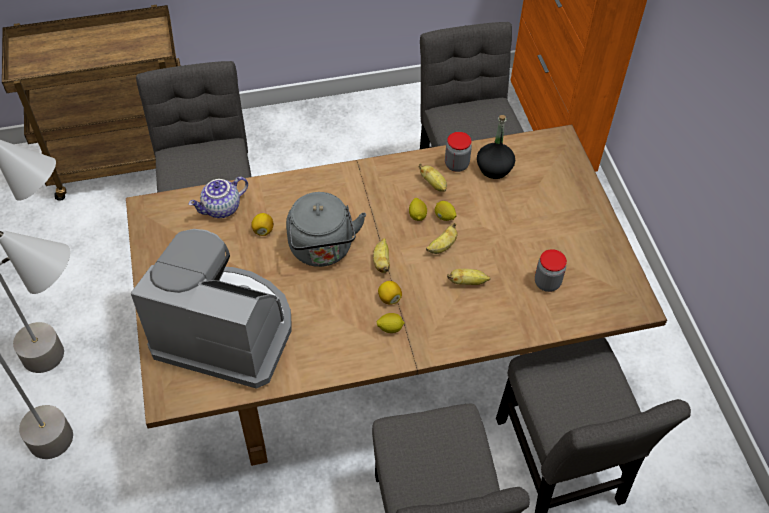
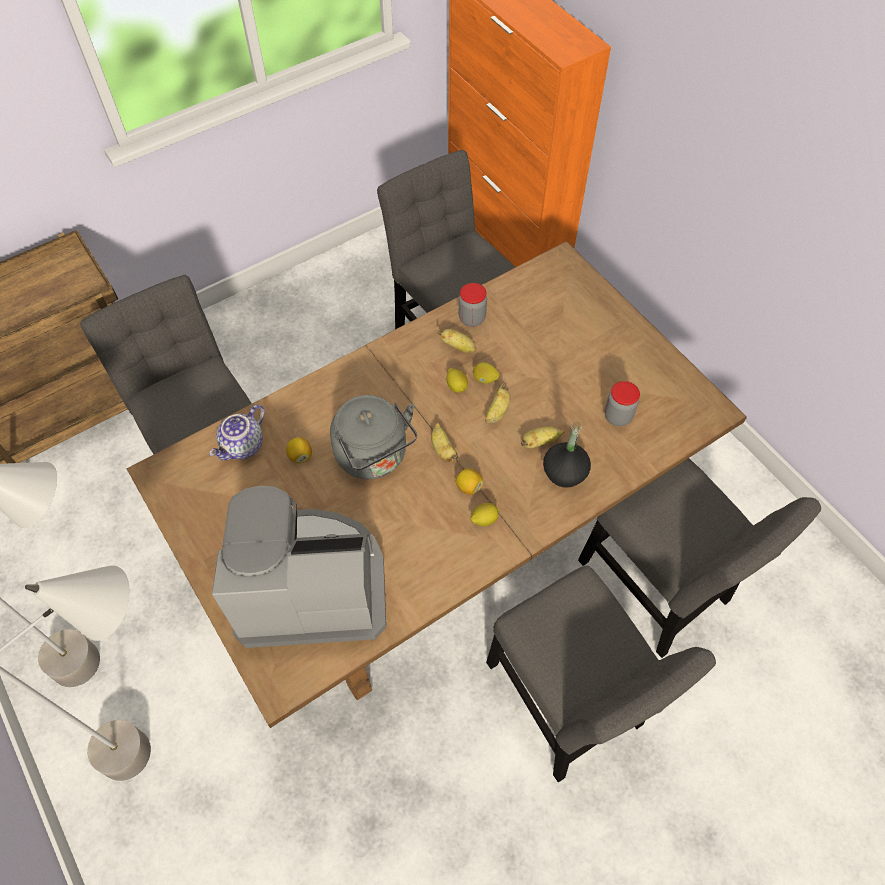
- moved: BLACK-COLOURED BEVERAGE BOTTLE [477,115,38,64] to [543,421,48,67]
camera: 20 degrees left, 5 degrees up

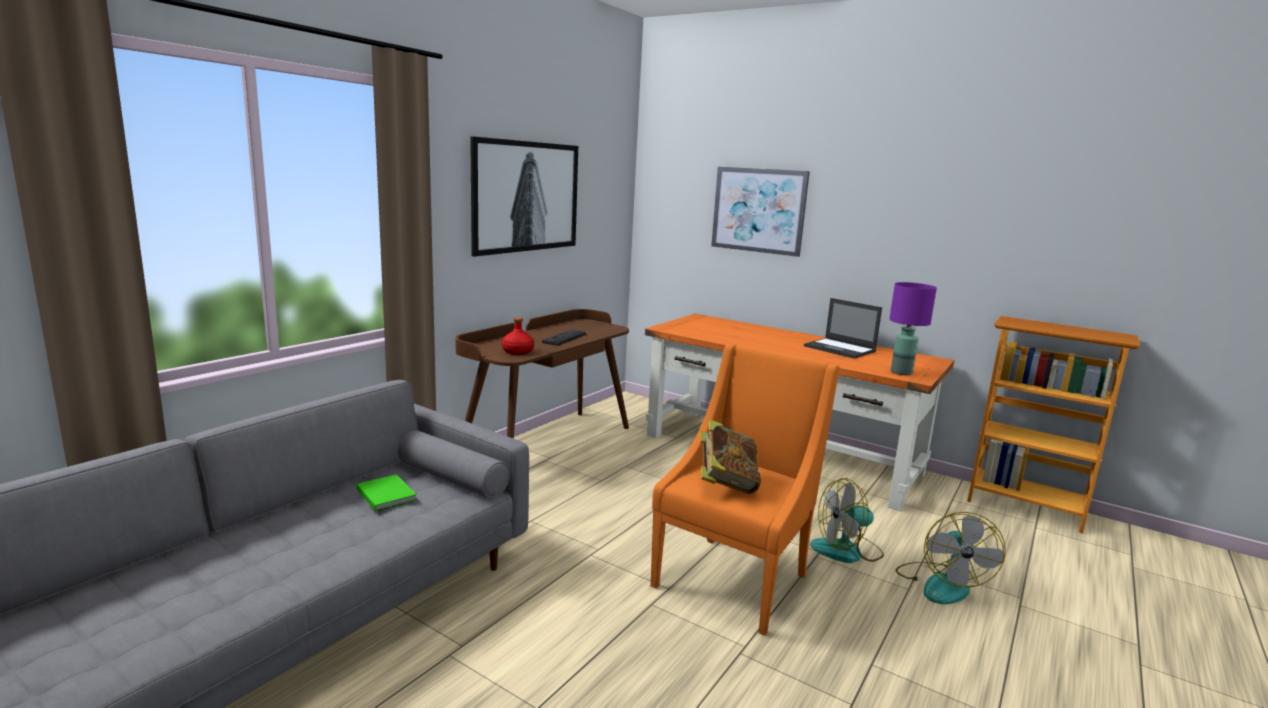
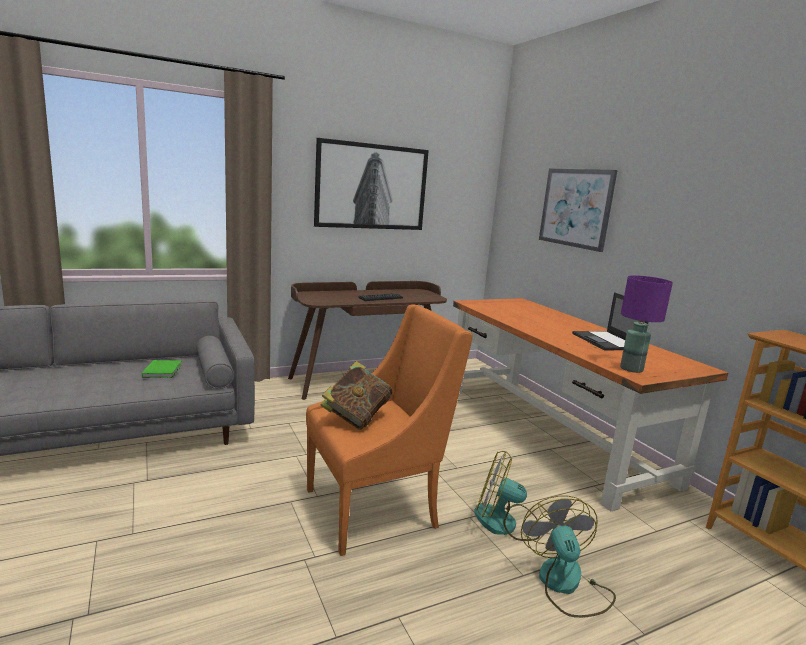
- turned: FAN [896,512,110,92] = [521,495,95,123] 135 degrees clockwise
- removed: RED-COLOURED BEVERAGE BOTTLE [502,317,32,38]
camera: 30 degrees right, 0 degrees up

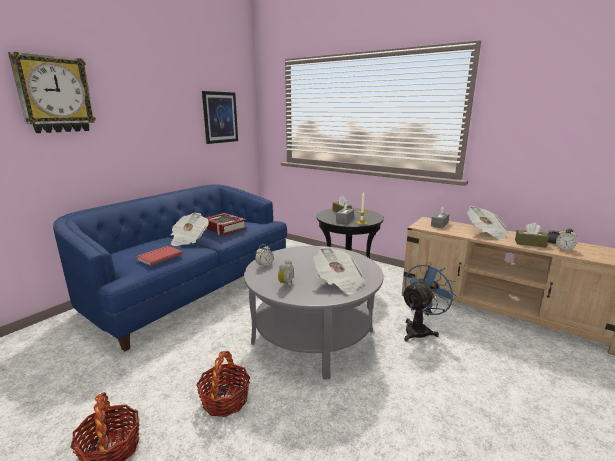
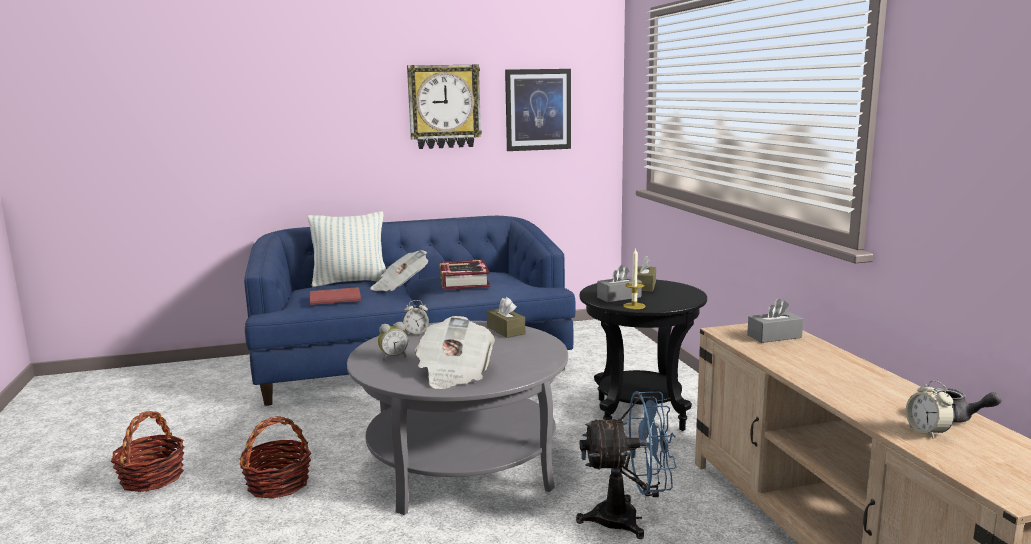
- added: THROW PILLOW [308,211,78,76]
- moved: WALL CLOCK [8,52,88,81] to [407,64,75,85]
- moved: BROWN-COLOURED TISSUE BOX [515,222,34,25] to [487,297,38,41]
- removed: DAILY PAPER [467,206,42,34]
camera: 40 degrees right, 5 degrees down

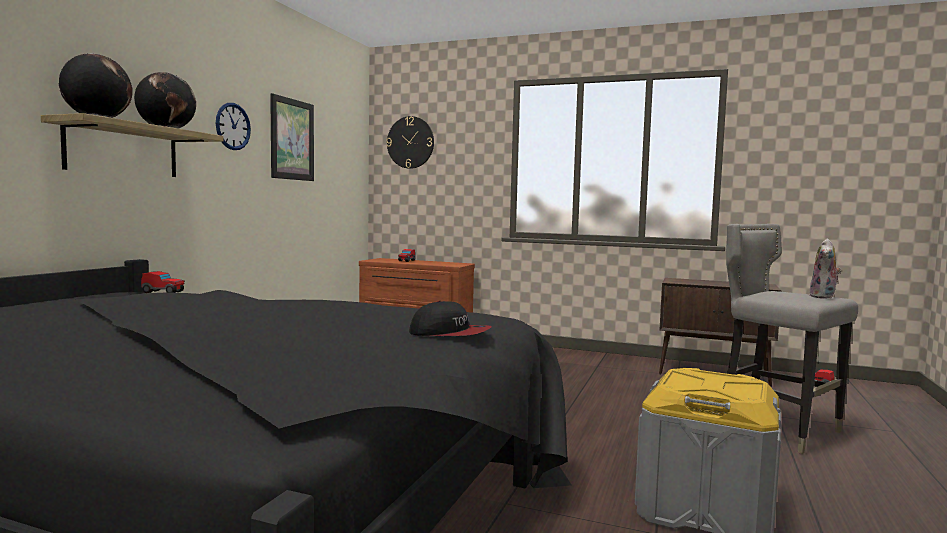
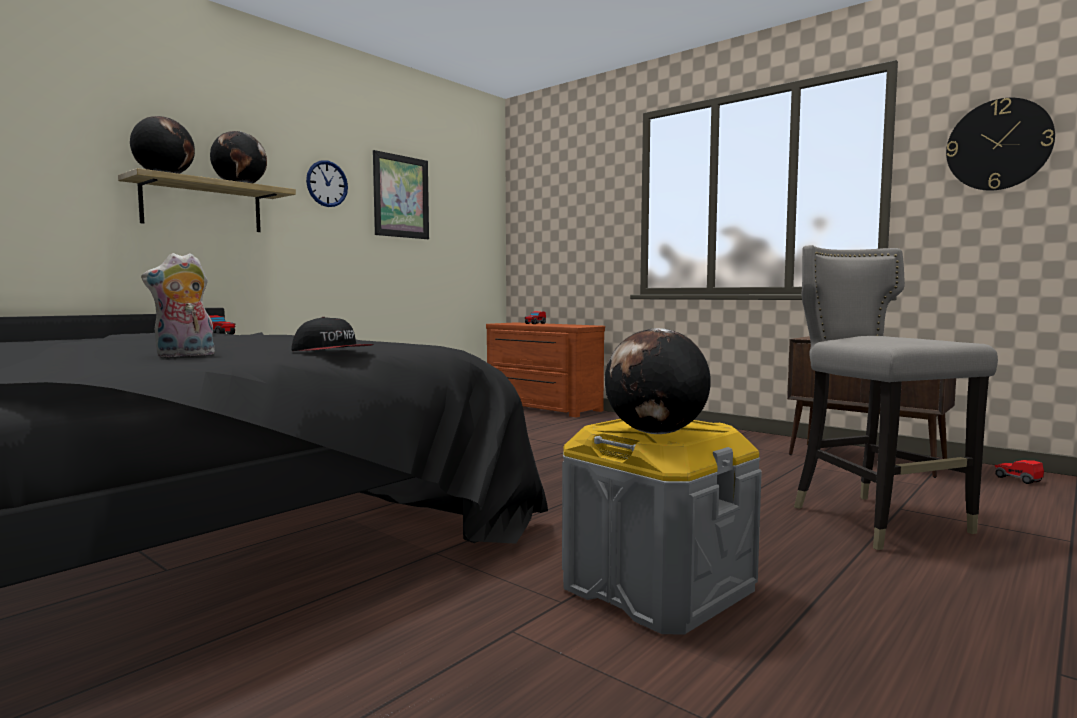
- moved: PLUSH TOY [810,239,32,60] to [141,253,74,104]
- added: GLOBE [605,328,106,106]
- moved: WALL CLOCK [386,116,48,53] to [946,98,109,93]
camera: 20 degrees right, 0 degrees up

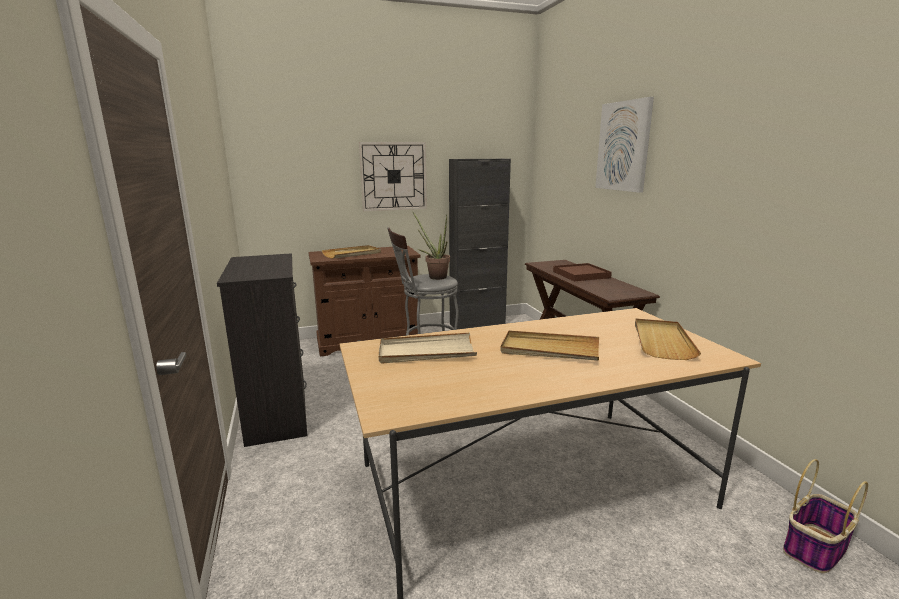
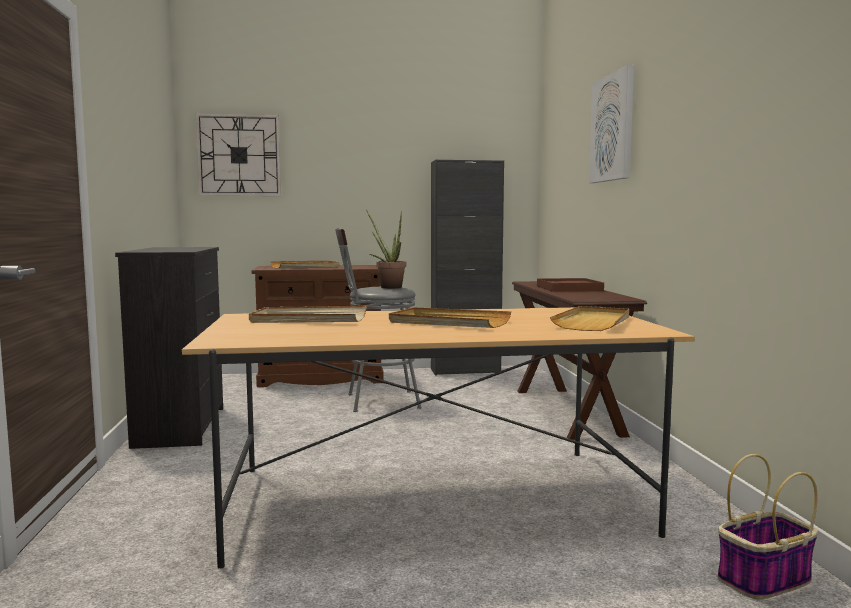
- moved: WALL CLOCK [359,142,68,69] to [195,113,86,83]
camera: 10 degrees right, 10 degrees down

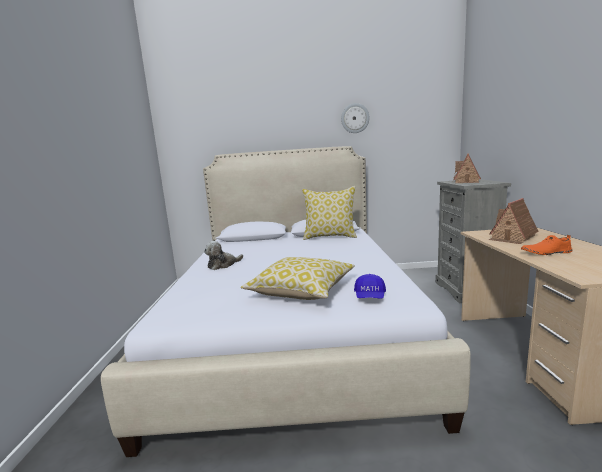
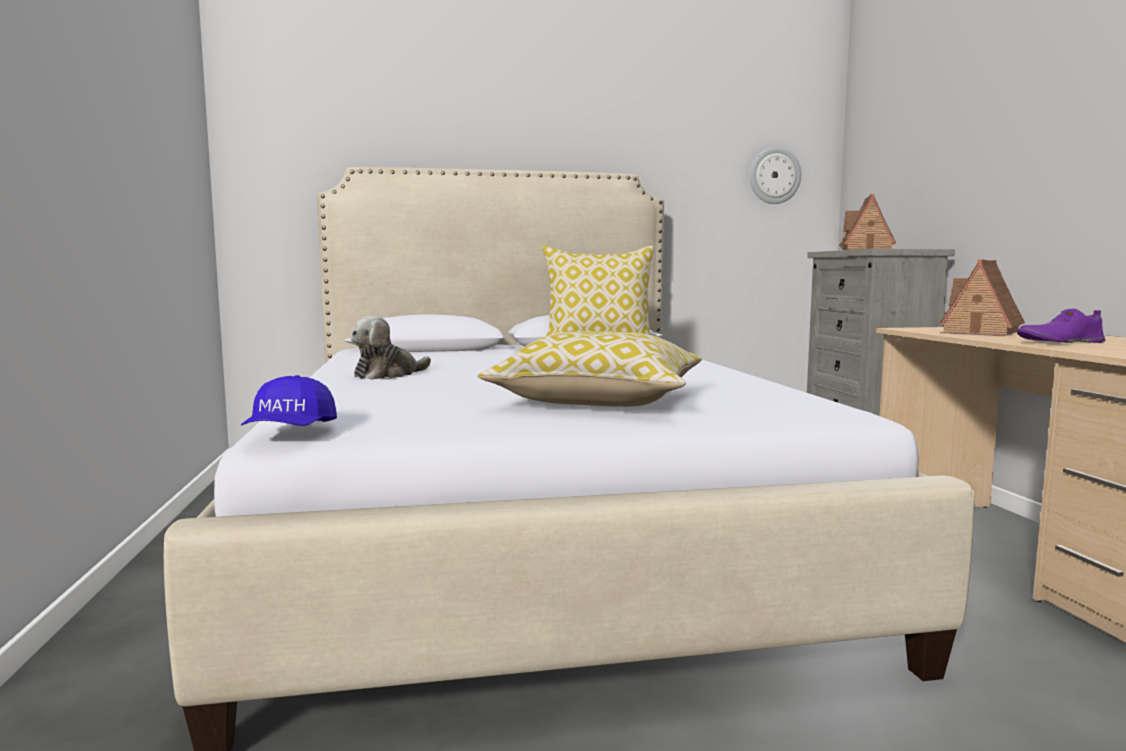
- moved: BLUE CAP [354,274,32,25] to [241,375,96,51]
- moved: WALL CLOCK [341,103,28,30] to [750,147,51,57]
- recoloured: ORANGE ITEM OF FOOTWEAR [521,235,51,20] to PURPLE ITEM OF FOOTWEAR [1017,309,88,34]
camera: 10 degrees left, 5 degrees down

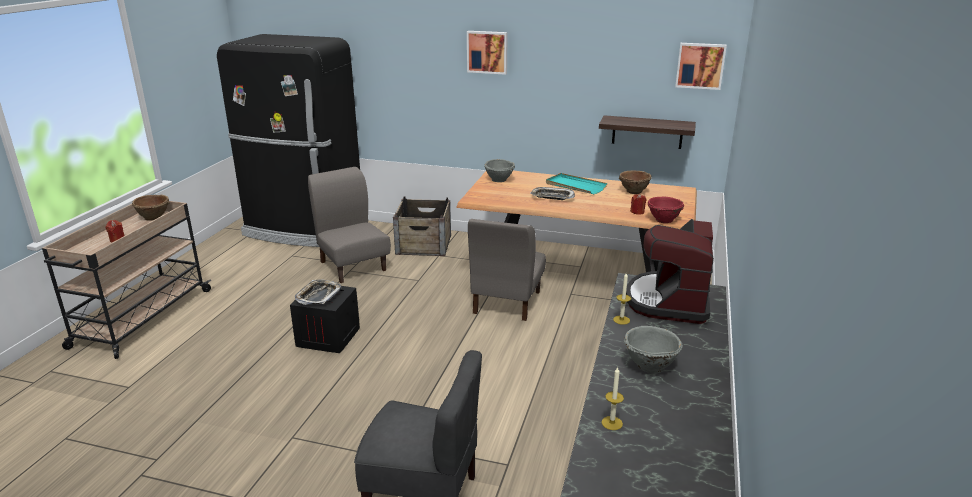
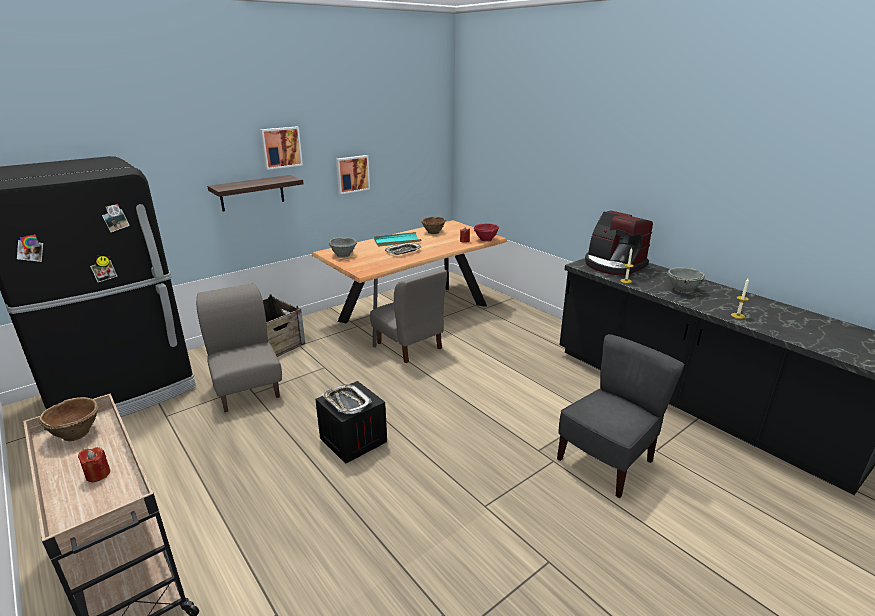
- turned: GREYISH CHAIR [308,167,83,116] = [196,283,86,129] 60 degrees clockwise
- moved: BRACKET SHELF [599,115,97,34] to [207,175,96,37]
- moved: WALL ART [675,43,52,47] to [336,155,34,39]
camera: 55 degrees left, 0 degrees up

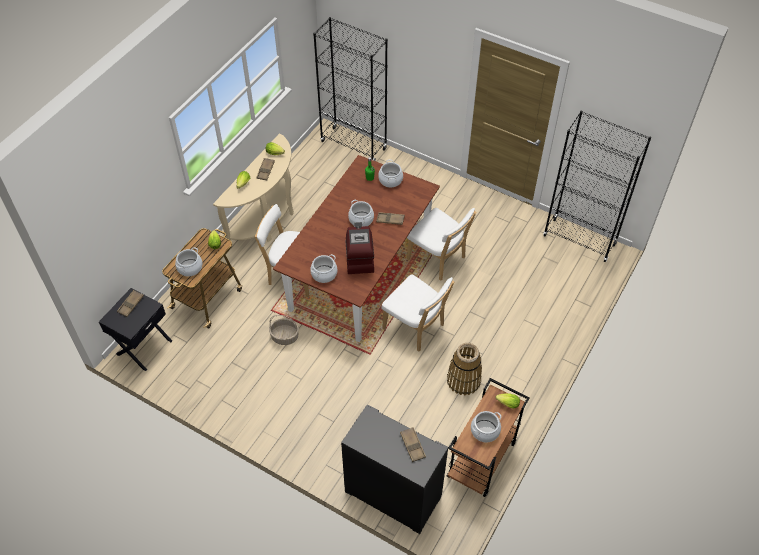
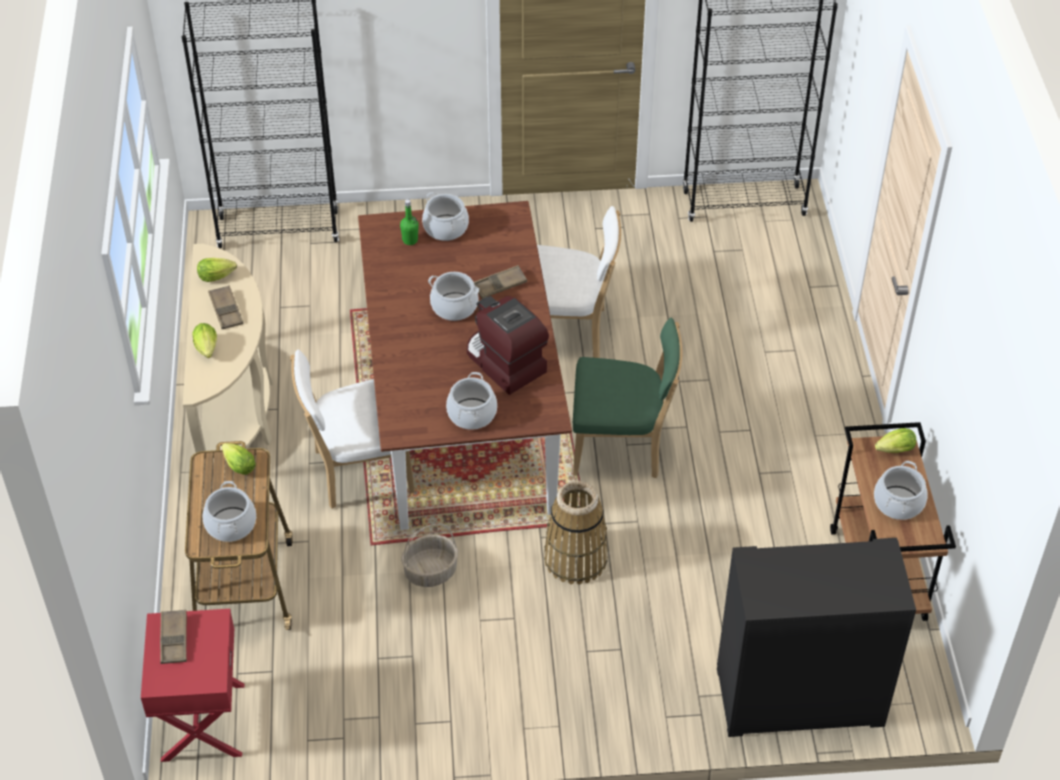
- recoloured: BLACK-COLOURED NIGHT TABLE [99,288,73,83] to RED-COLOURED NIGHT TABLE [141,609,104,153]
- moved: BASKET [447,343,35,52] to [544,481,64,104]
- recoloured: WHITISH CHAIR [382,274,73,78] to GREEN CHAIR [573,317,110,161]
- removed: BROWN-COLOURED TRAY [400,427,26,35]
camera: 35 degrees left, 5 degrees down

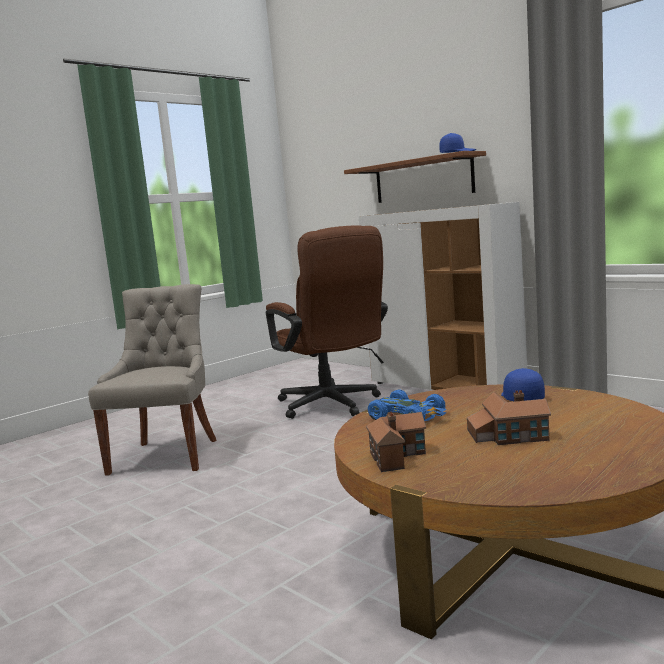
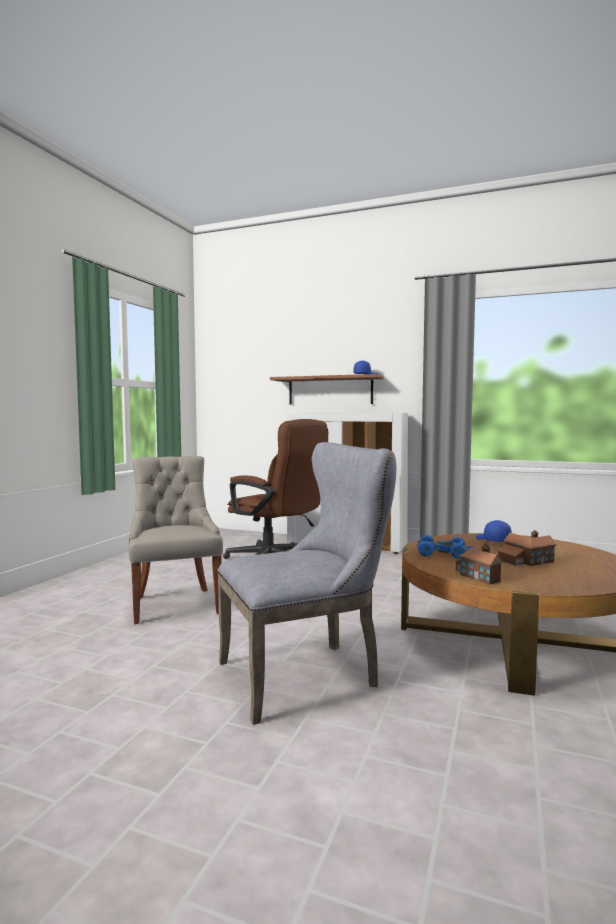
- added: GREYISH CHAIR [217,442,180,283]
camera: 25 degrees left, 5 degrees down

